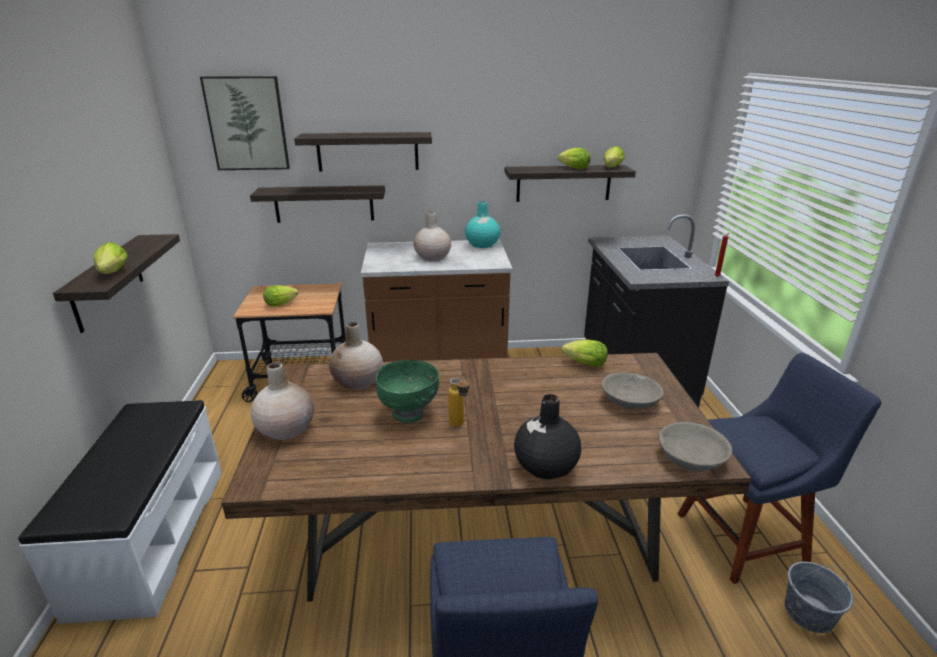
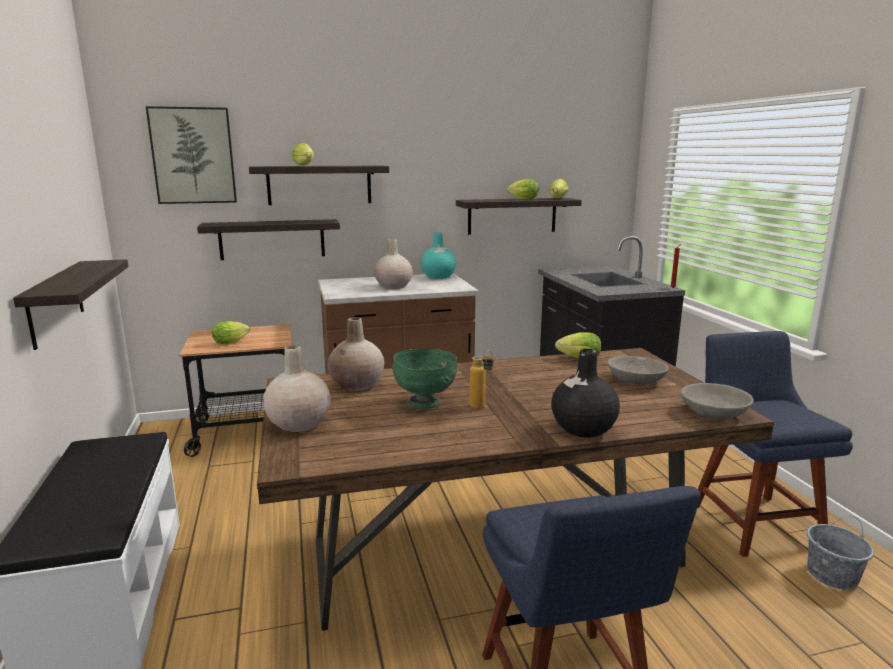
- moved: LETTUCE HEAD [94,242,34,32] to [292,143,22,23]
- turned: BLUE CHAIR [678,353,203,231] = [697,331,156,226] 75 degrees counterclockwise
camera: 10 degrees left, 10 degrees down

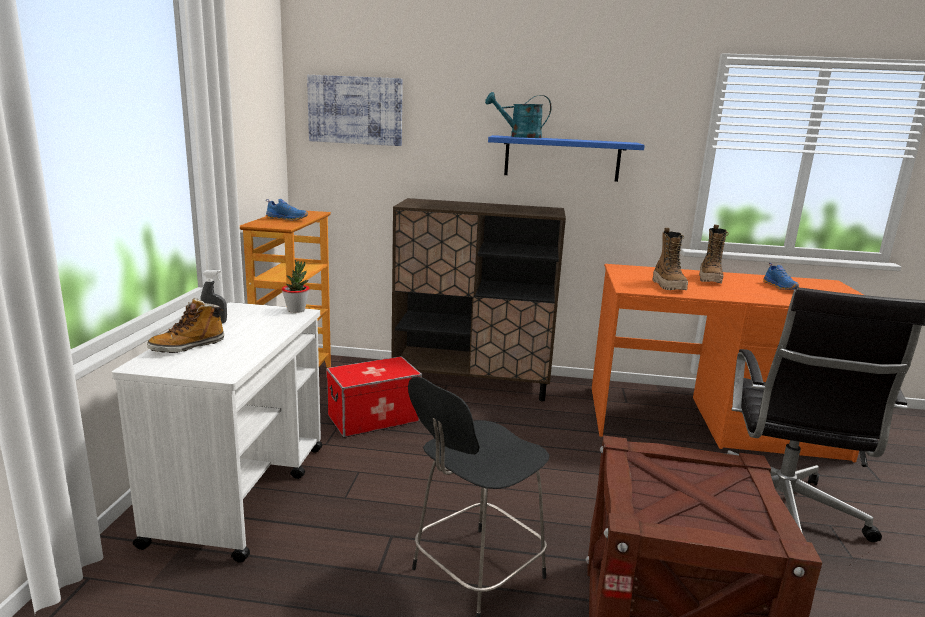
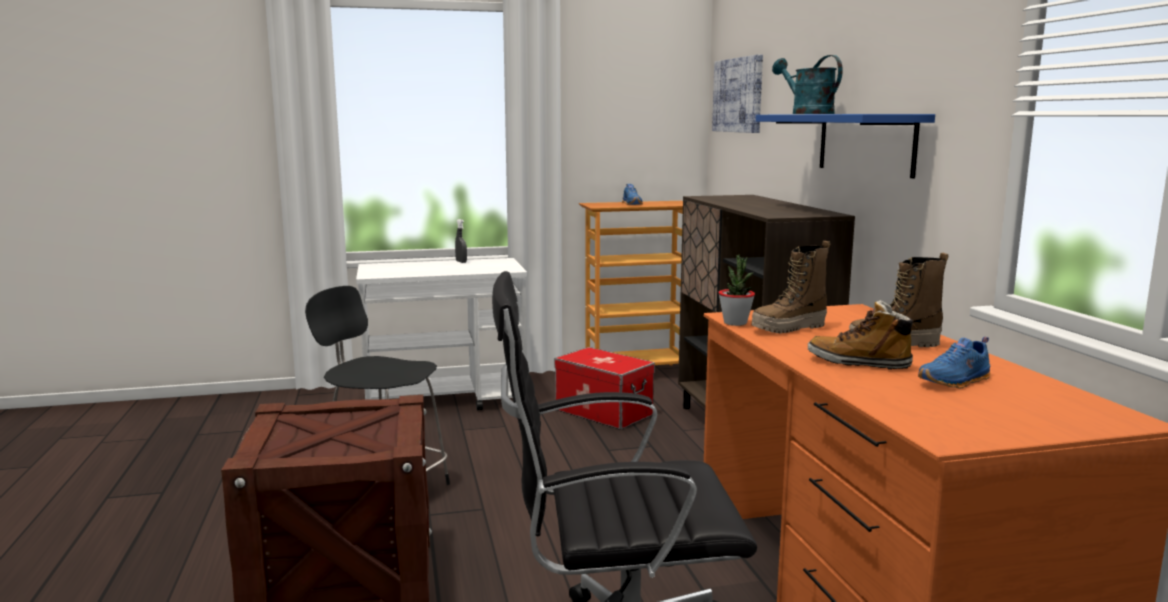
- moved: PLANT IN A POT [282,260,27,53] to [718,255,37,71]
- moved: HIGH-TOP BOOT [147,298,77,55] to [808,300,110,70]
camera: 70 degrees right, 5 degrees down

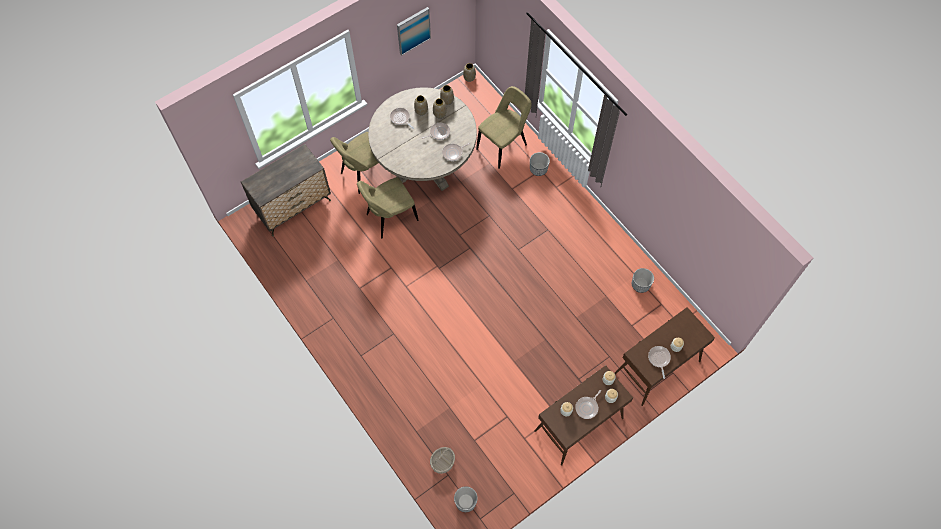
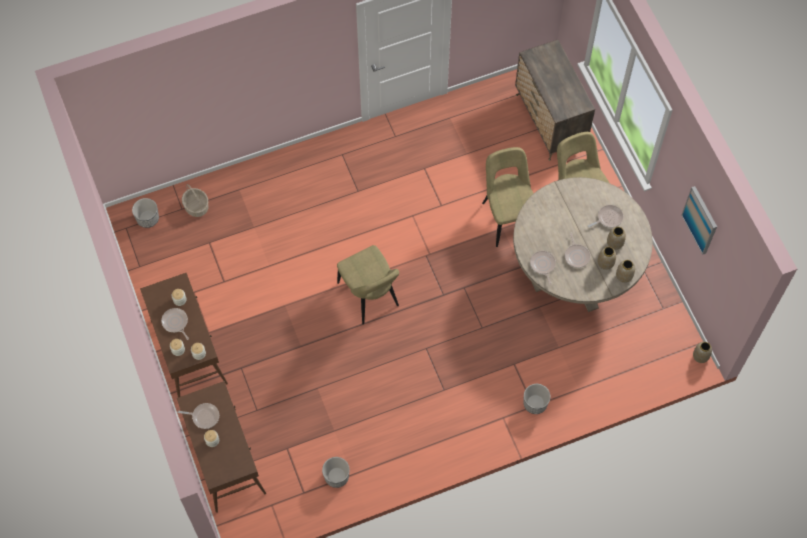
- moved: SAND-COLOURED CHAIR [476,86,56,83] to [337,245,62,79]
camera: 105 degrees right, 0 degrees up

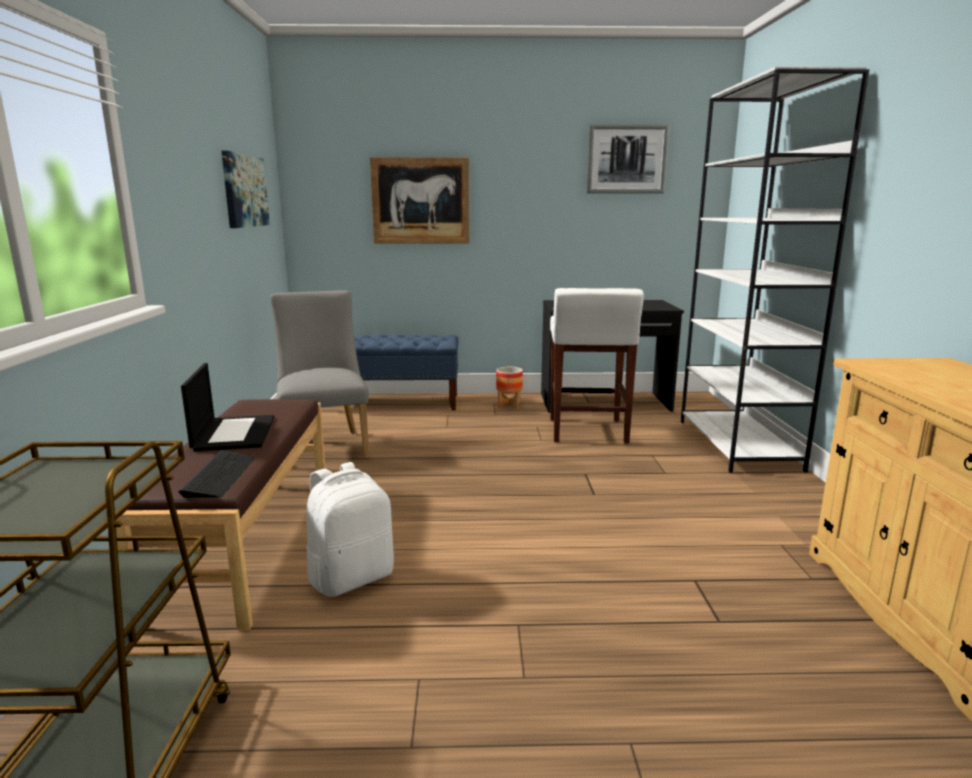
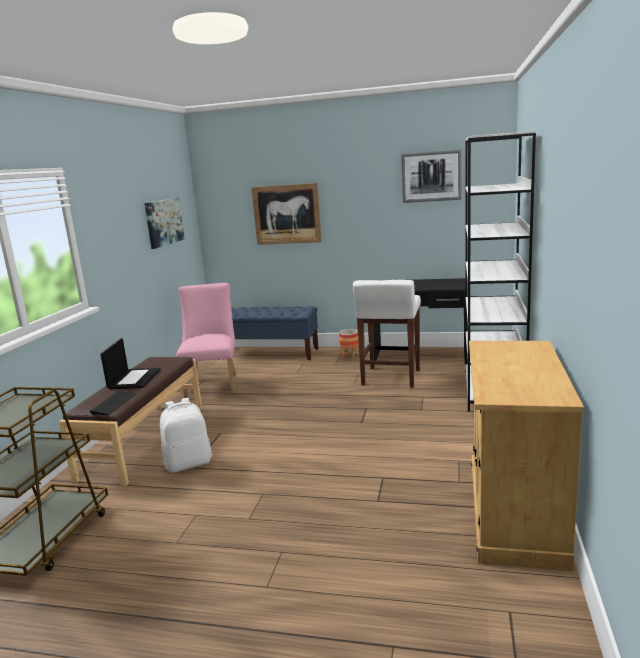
- recoloured: GREYISH CHAIR [270,290,99,169] to PINK-COLOURED CHAIR [176,283,61,115]
camera: 15 degrees right, 0 degrees up

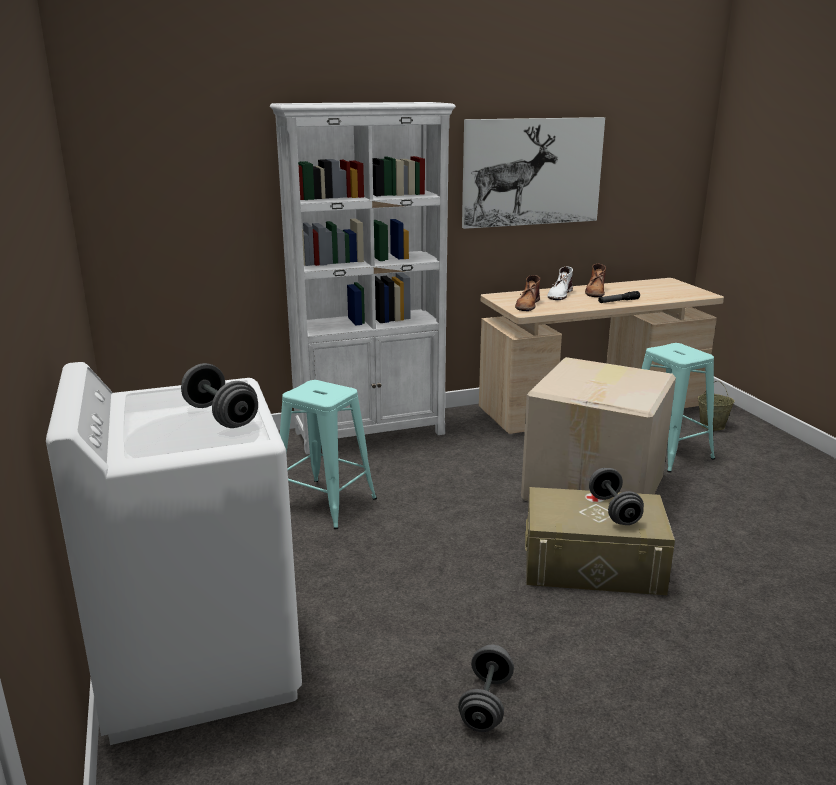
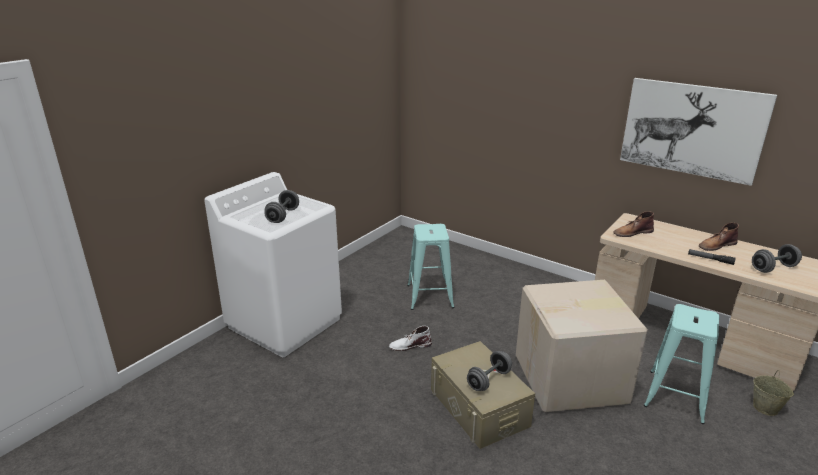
- moved: WHITISH HIGH-TOP BOOT [547,266,26,34] to [389,326,43,25]
- moved: GREYISH DUMBBELL [458,645,56,87] to [752,244,50,29]
- removed: WHITISH SHELVING UNIT [270,102,186,352]
camera: 55 degrees right, 5 degrees up

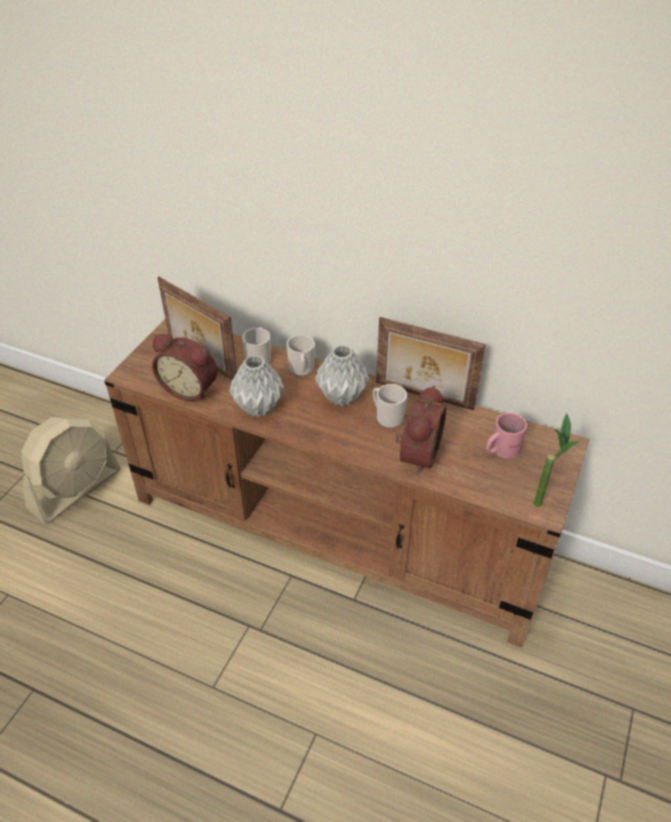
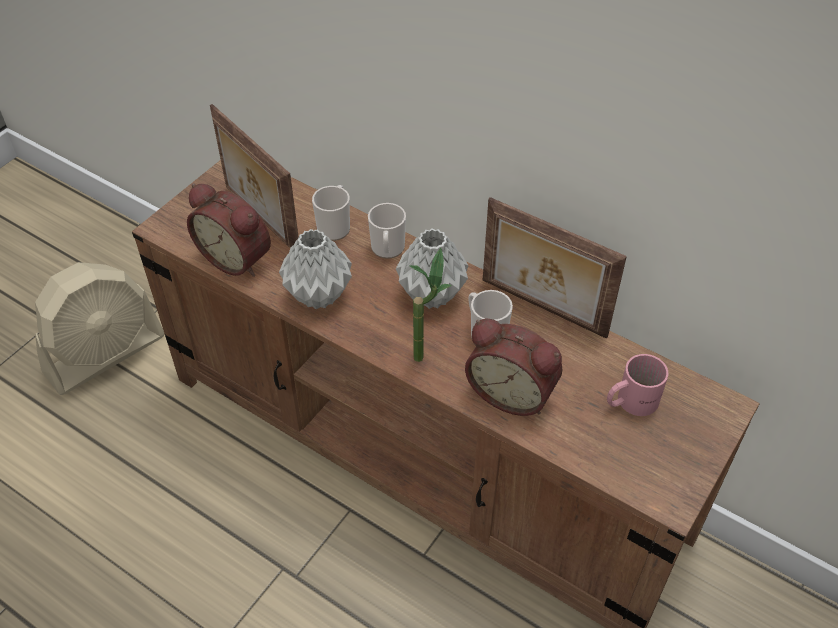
- moved: PLANT IN A POT [533,413,46,94] to [409,248,43,114]
- turned: TABLE CLOCK [395,385,51,90] = [465,319,97,97] 90 degrees clockwise
camera: 10 degrees right, 5 degrees up

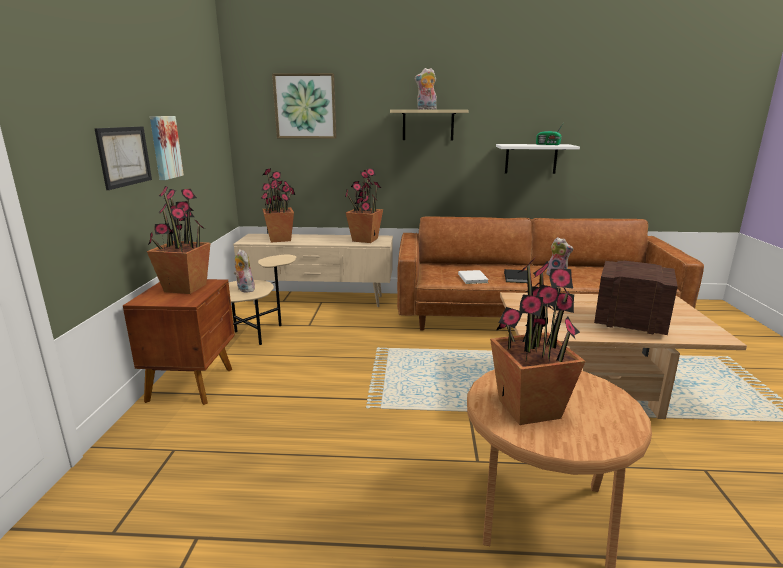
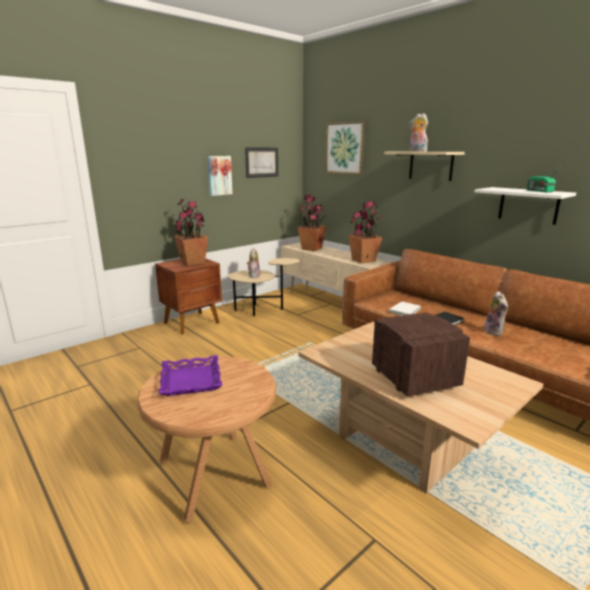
- replaced: PLANT IN A POT [490,256,96,169] to PURPLE TRAY [158,355,64,41]
- moved: WALL ART [94,126,58,64] to [245,148,33,30]
camera: 45 degrees right, 0 degrees up

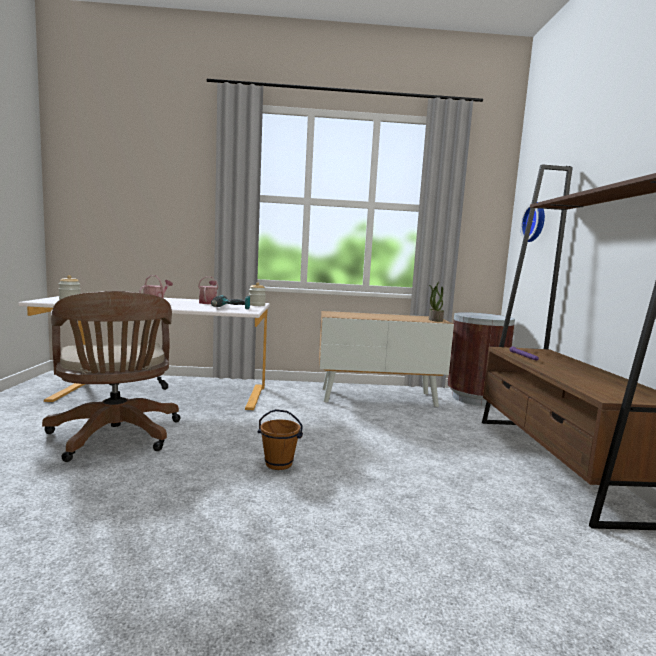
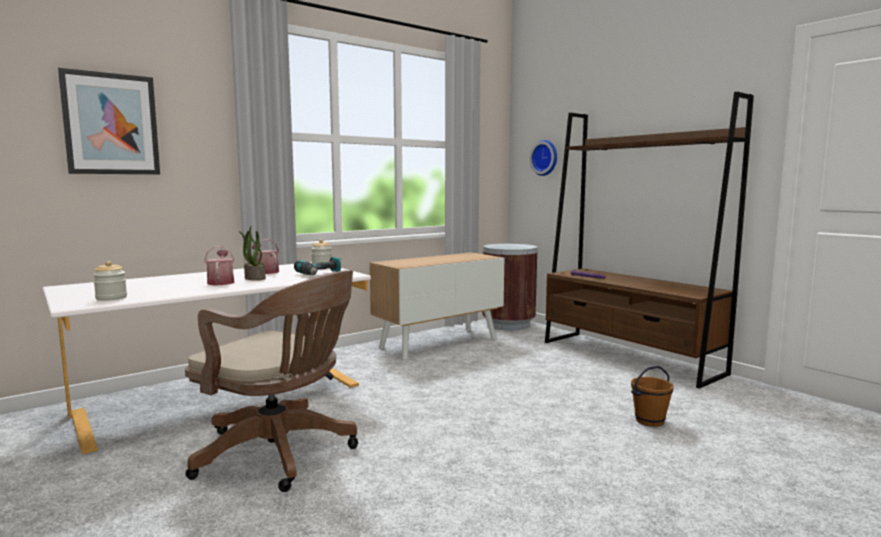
- added: WALL ART [58,68,102,106]
- moved: PLANT IN A POT [429,282,15,40] to [239,226,27,55]
- moved: BROWN-COLOURED WATER BUCKET [257,409,46,61] to [631,366,43,61]
camera: 35 degrees left, 0 degrees up

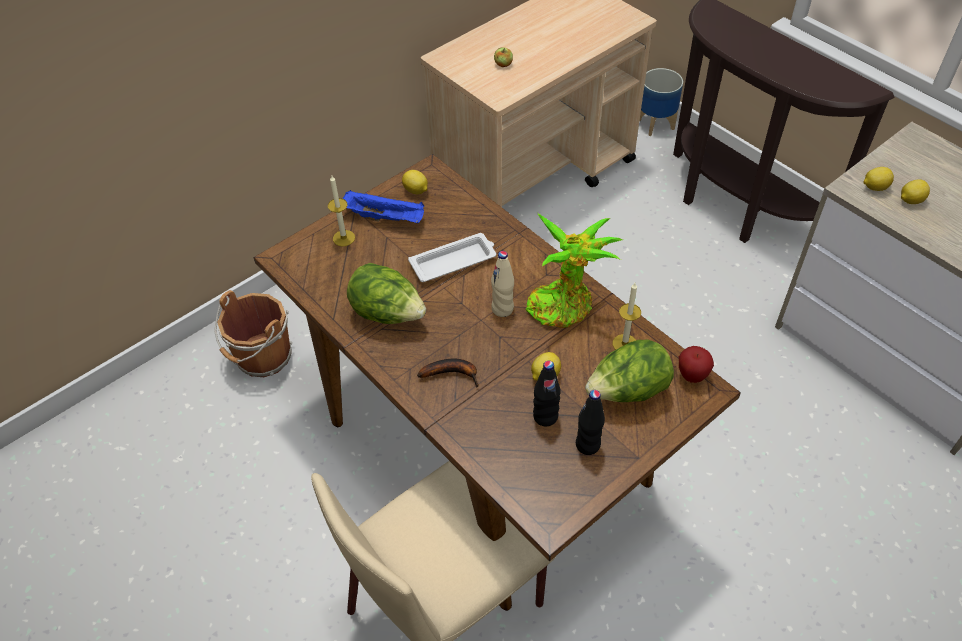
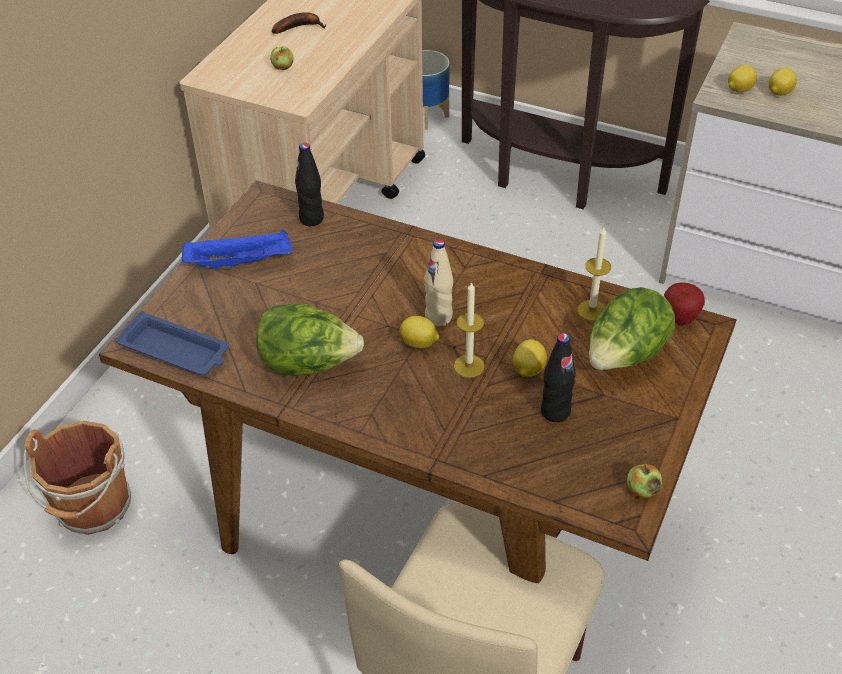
- added: BLUE TRAY [115,311,114,64]
- moved: BANANA FRUIT [417,359,62,29] to [272,12,54,22]
- moved: BLACK-COLOURED BEVERAGE BOTTLE [576,390,29,65] to [295,143,29,83]
- moved: LEMON [402,170,26,24] to [399,316,41,32]
- moved: CANDLE [328,176,27,70] to [454,282,31,96]
- added: WHOLE APPLE [627,464,35,34]
- removed: WHITISH TRAY [408,233,88,49]
- removed: PLANT IN A POT [526,213,97,115]
camera: 25 degrees left, 5 degrees down

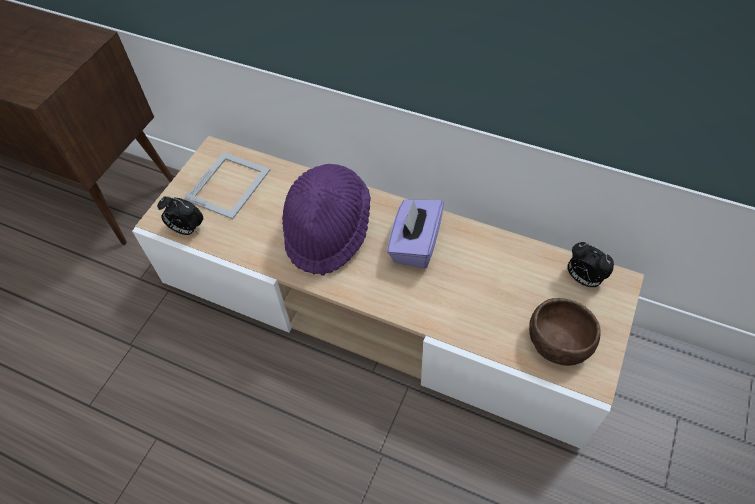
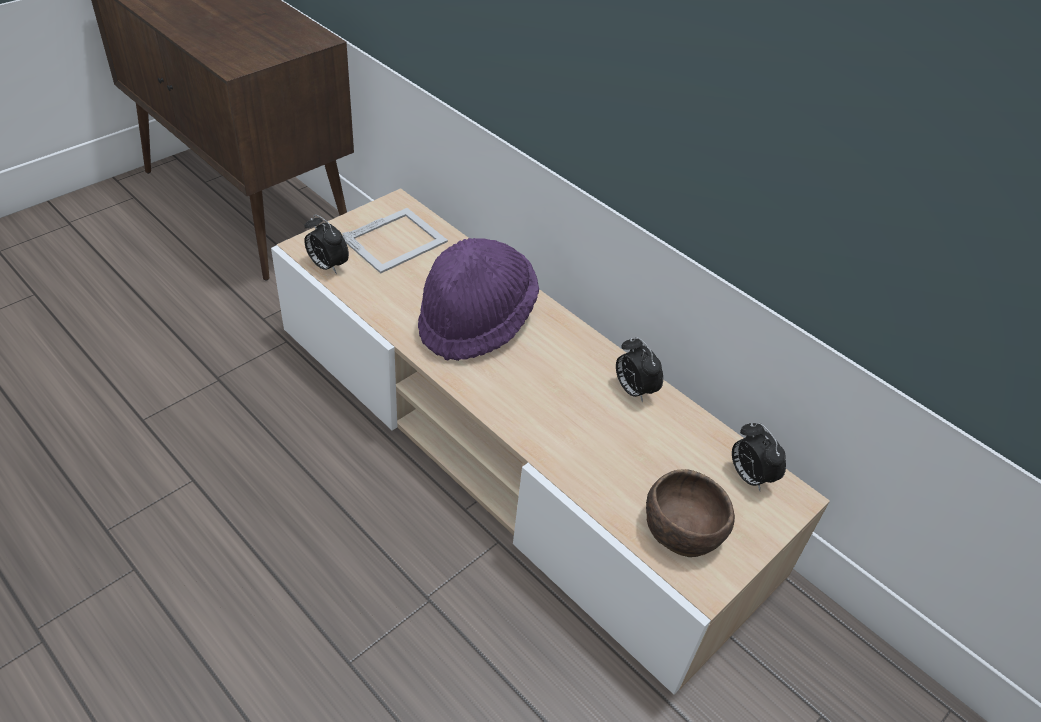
- added: TABLE CLOCK [616,337,47,66]
- removed: PURPLE TISSUE BOX [387,199,57,70]
camera: 15 degrees right, 10 degrees down

